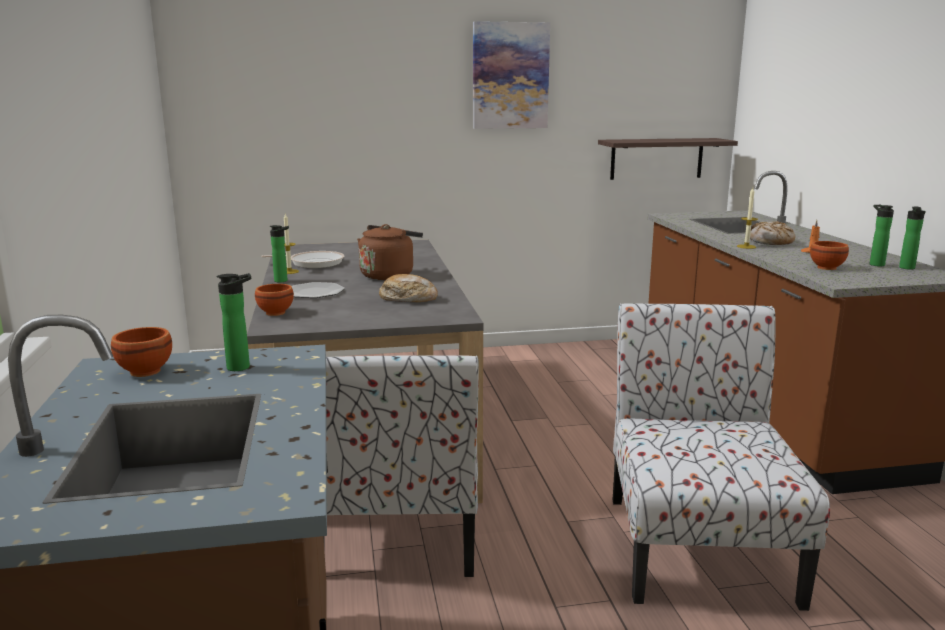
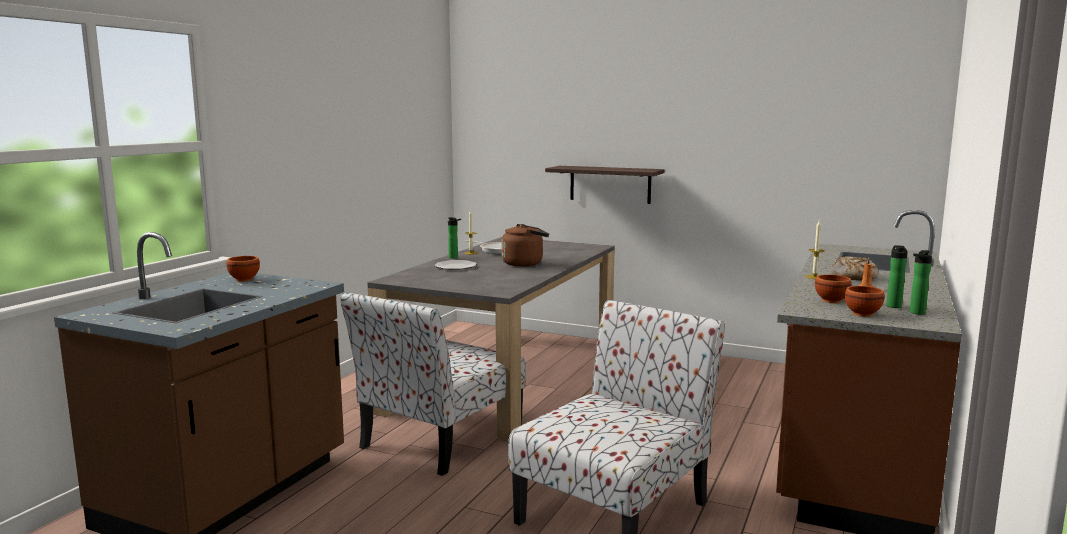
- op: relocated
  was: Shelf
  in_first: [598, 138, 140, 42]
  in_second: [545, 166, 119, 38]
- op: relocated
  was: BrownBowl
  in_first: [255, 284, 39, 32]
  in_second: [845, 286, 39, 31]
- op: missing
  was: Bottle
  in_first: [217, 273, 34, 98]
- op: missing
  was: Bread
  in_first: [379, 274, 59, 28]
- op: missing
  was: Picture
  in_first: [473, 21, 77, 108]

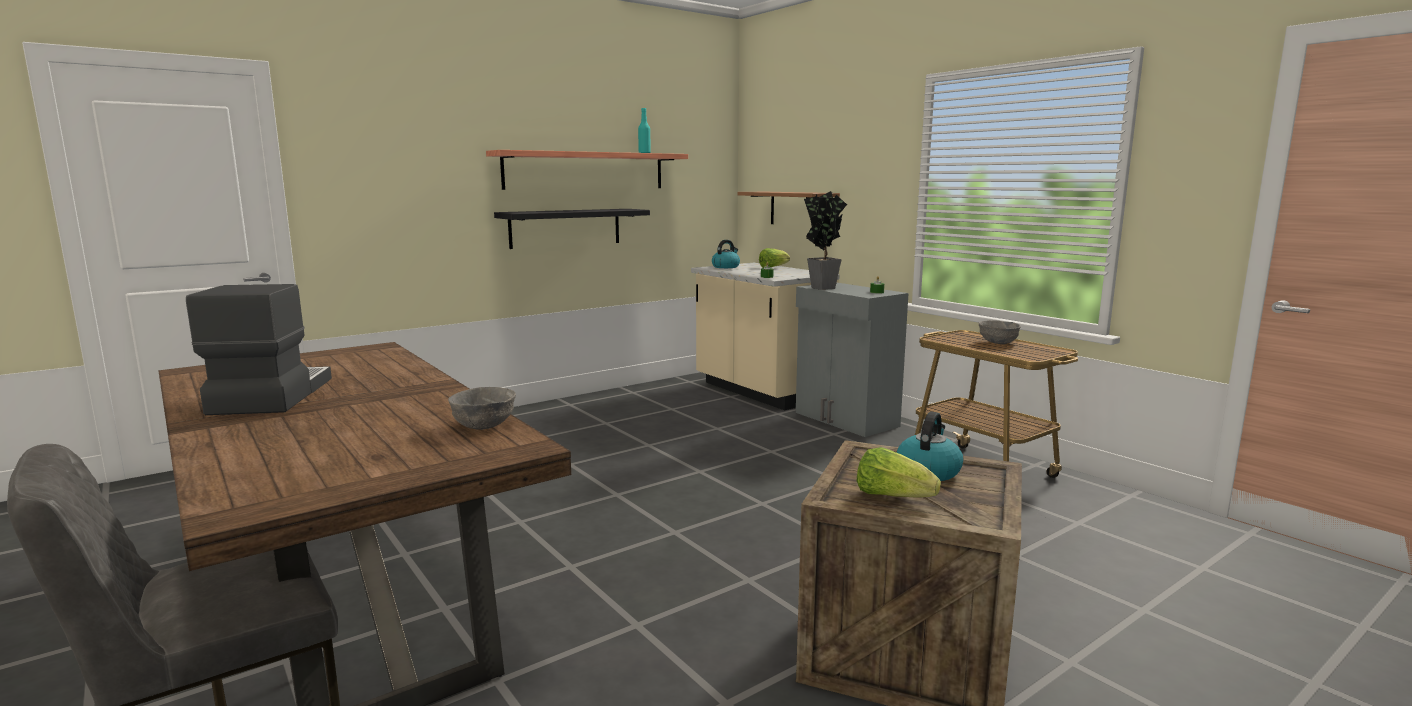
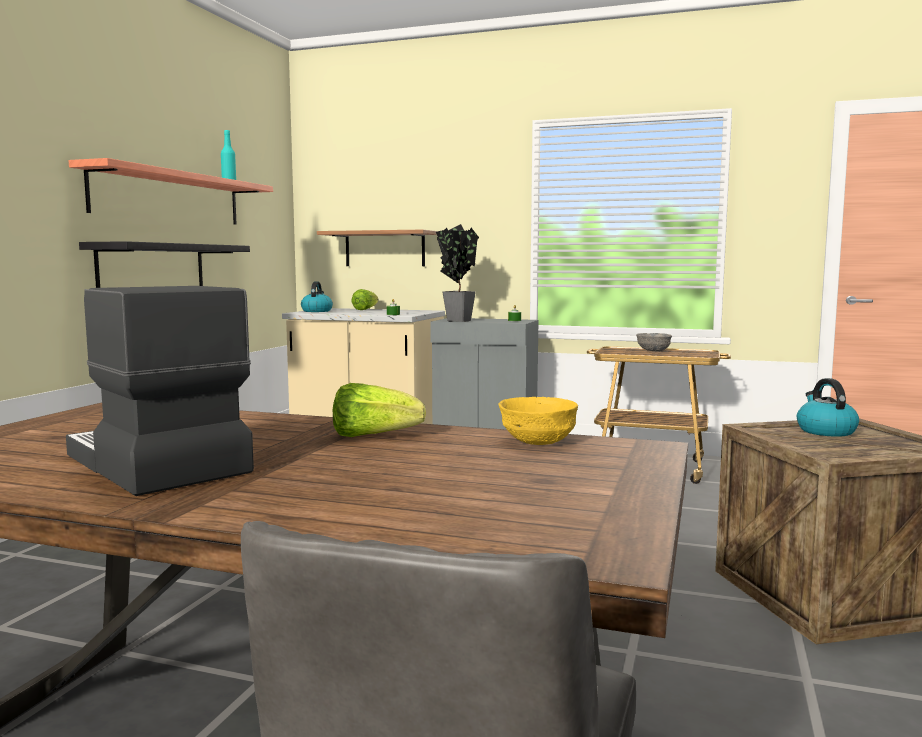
- op: relocated
  was: Lettuce
  in_first: [857, 447, 84, 51]
  in_second: [333, 383, 93, 54]
- op: colour
  was: GreyBowl
  now: YellowBowl
  in_first: [448, 387, 68, 43]
  in_second: [499, 397, 79, 48]

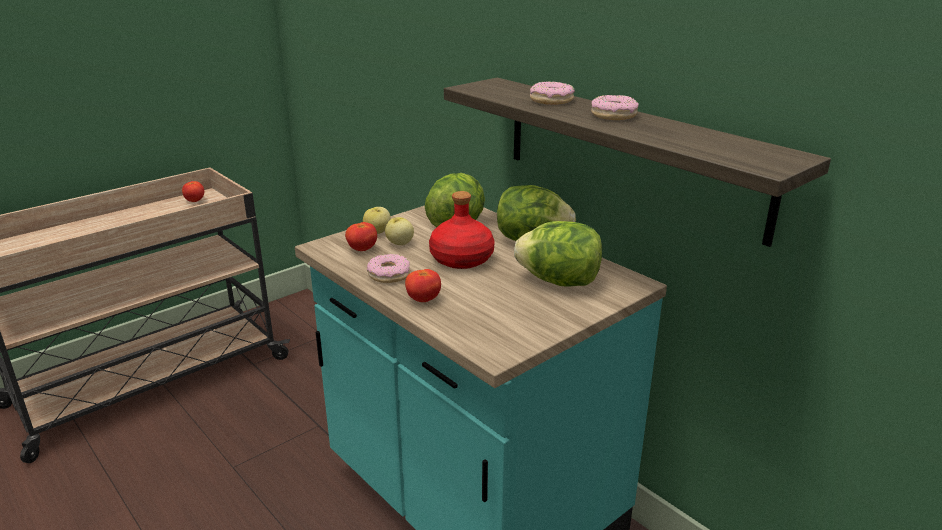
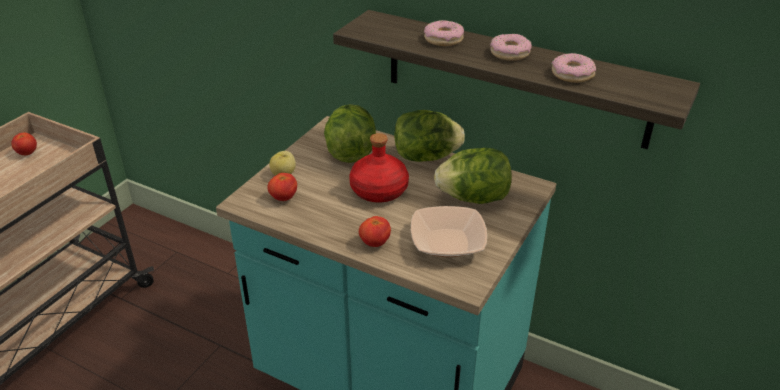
- op: appeared
  now: Bowl
  in_second: [411, 206, 76, 51]
- op: relocated
  was: Donut
  in_first: [367, 254, 43, 29]
  in_second: [551, 53, 45, 30]
- op: missing
  was: Apple
  in_first: [385, 217, 29, 28]

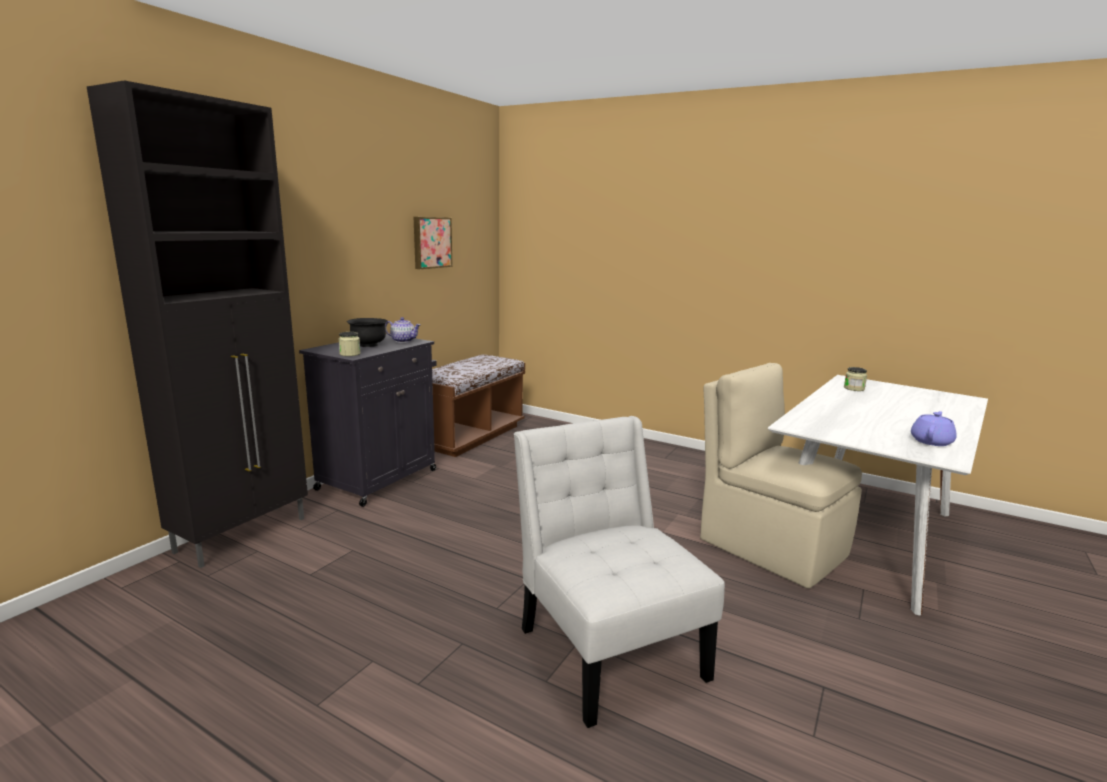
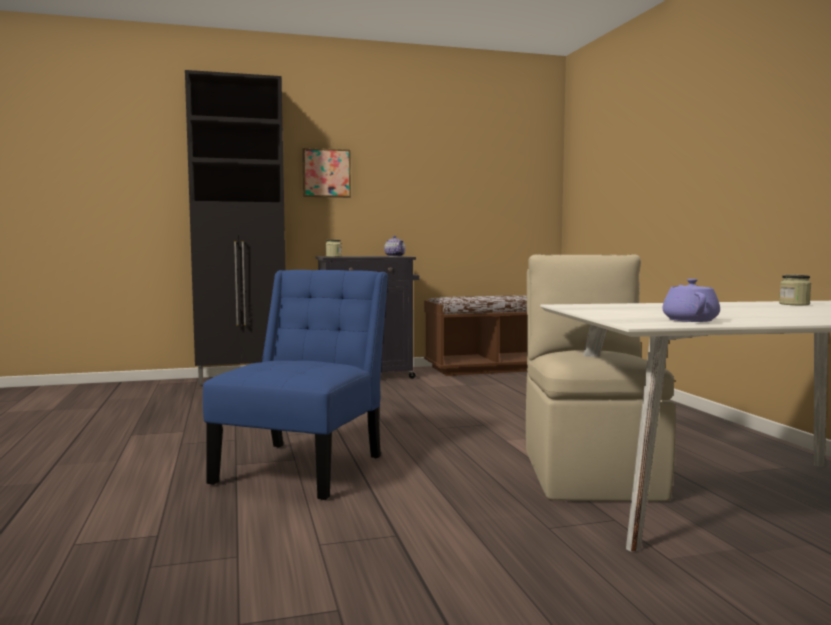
- op: colour
  was: WhiteChair
  now: BlueChair
  in_first: [514, 416, 211, 312]
  in_second: [203, 270, 185, 230]
- op: relocated
  was: Picture
  in_first: [414, 217, 38, 52]
  in_second: [302, 148, 49, 50]
- op: spun
  was: PurpleTeapot
  in_first: [911, 411, 46, 35]
  in_second: [663, 279, 57, 43]
  clockwise: -75
- op: missing
  was: BlackBowl
  in_first: [347, 318, 41, 29]

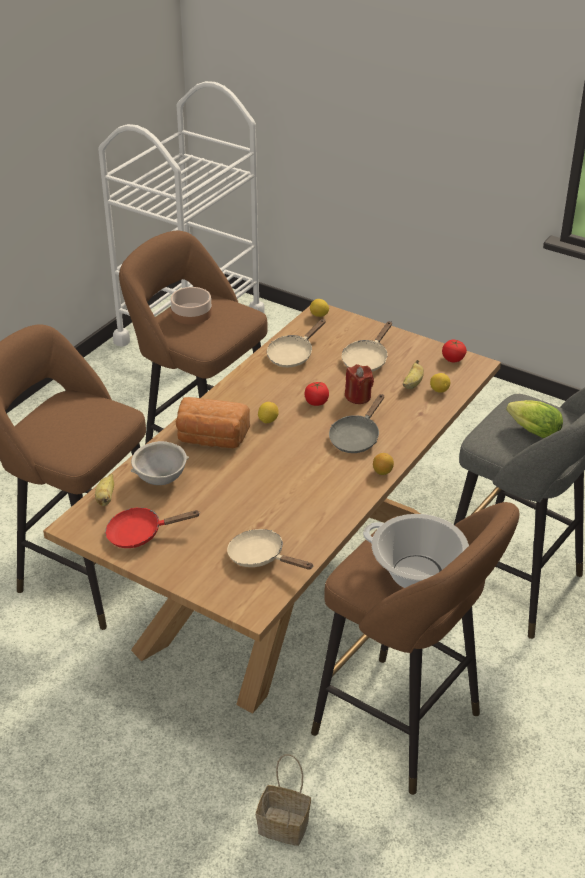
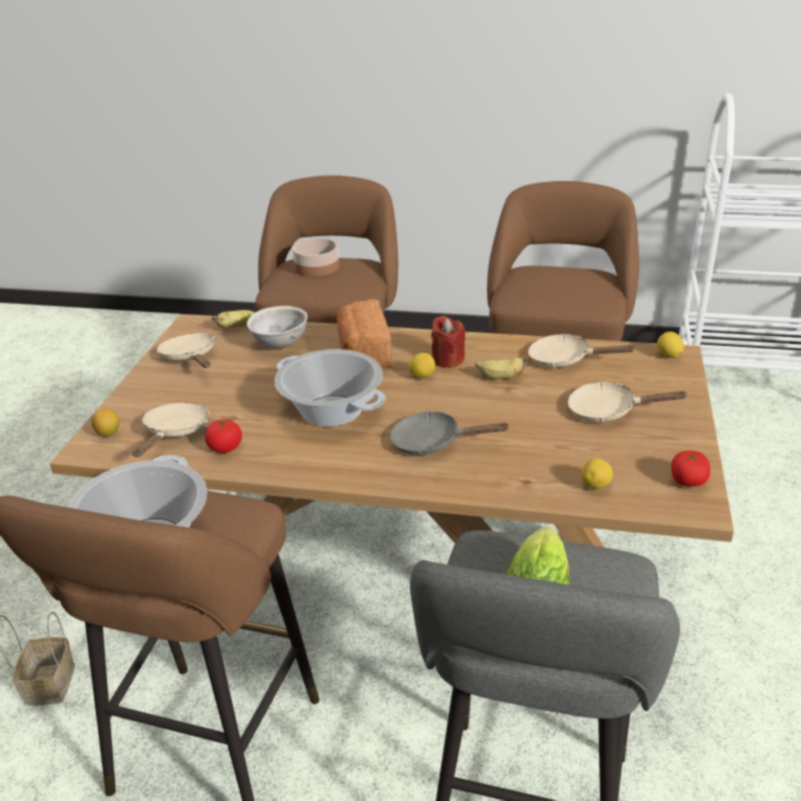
- op: relocated
  was: Lemon
  in_first: [373, 453, 21, 22]
  in_second: [92, 408, 27, 29]
- op: colour
  was: RedFryingPan
  now: BeigeFryingPan
  in_first: [105, 507, 96, 41]
  in_second: [157, 333, 58, 35]
- op: relocated
  was: Tomato
  in_first: [305, 382, 24, 24]
  in_second: [205, 419, 37, 34]
- op: appeared
  now: CookingPot
  in_second: [274, 349, 111, 78]
- op: relocated
  was: Bowl
  in_first: [171, 287, 41, 37]
  in_second: [292, 238, 48, 38]
- op: relocated
  was: RedCandle
  in_first: [345, 364, 29, 40]
  in_second: [431, 316, 34, 52]
- op: relocated
  was: Banana
  in_first: [403, 360, 21, 29]
  in_second: [475, 357, 53, 23]

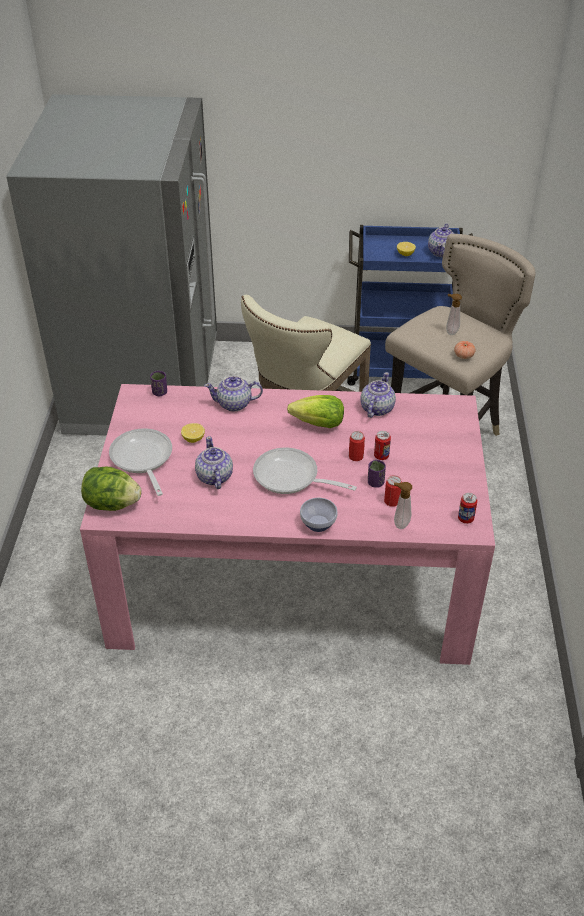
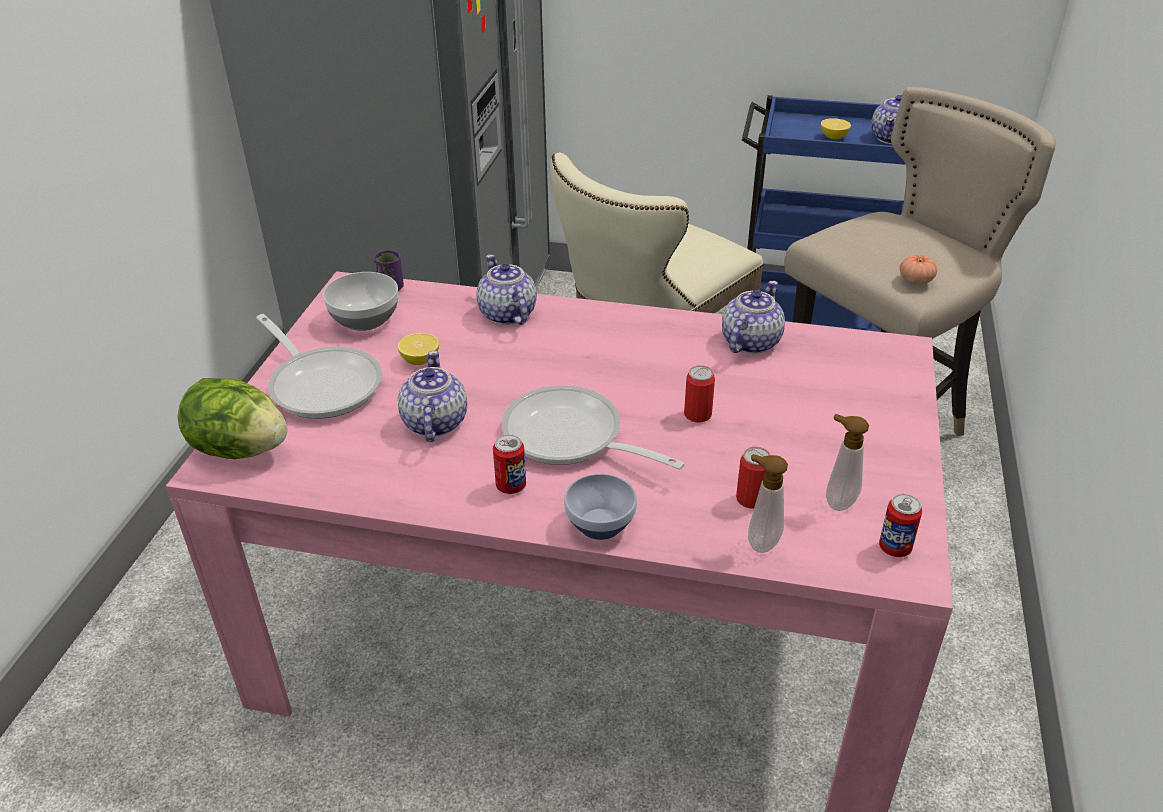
- op: spun
  was: FryingPan
  in_first: [109, 428, 63, 68]
  in_second: [256, 314, 126, 105]
  clockwise: 150
- op: appeared
  now: Bowl
  in_second: [323, 272, 75, 59]
- op: spun
  was: Teapot
  in_first: [204, 376, 59, 36]
  in_second: [476, 254, 61, 71]
  clockwise: 60
- op: relocated
  was: Can
  in_first: [374, 431, 17, 29]
  in_second: [493, 435, 33, 59]
- op: relocated
  was: SoapDispenser
  in_first: [446, 294, 16, 41]
  in_second: [826, 414, 43, 97]
- op: missing
  was: Lettuce
  in_first: [287, 395, 57, 33]
- op: missing
  was: PurpleCup
  in_first: [368, 460, 18, 28]

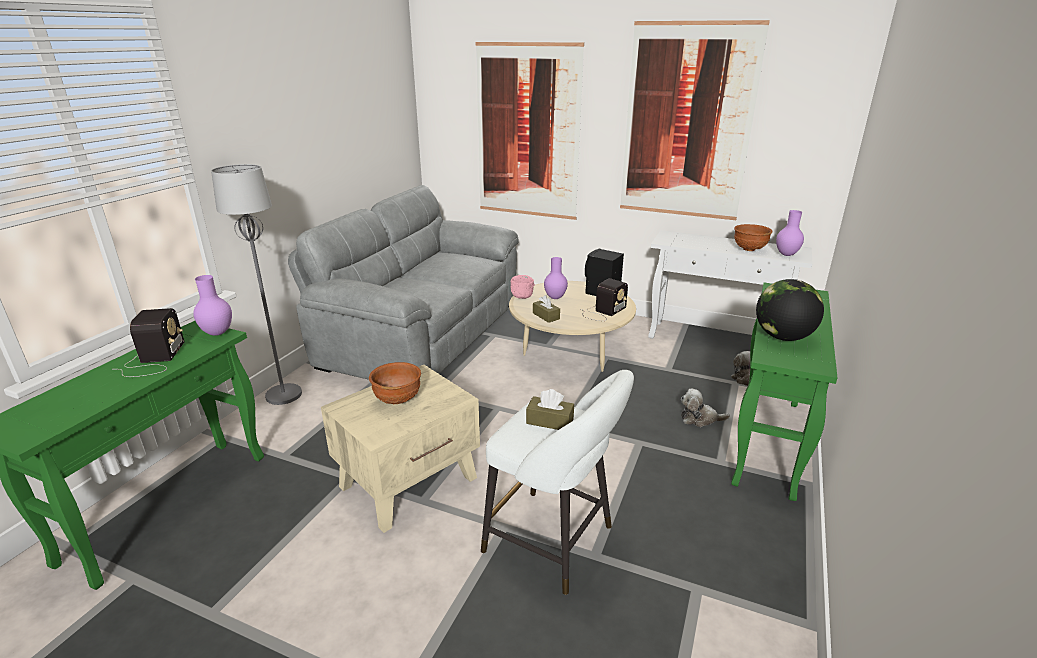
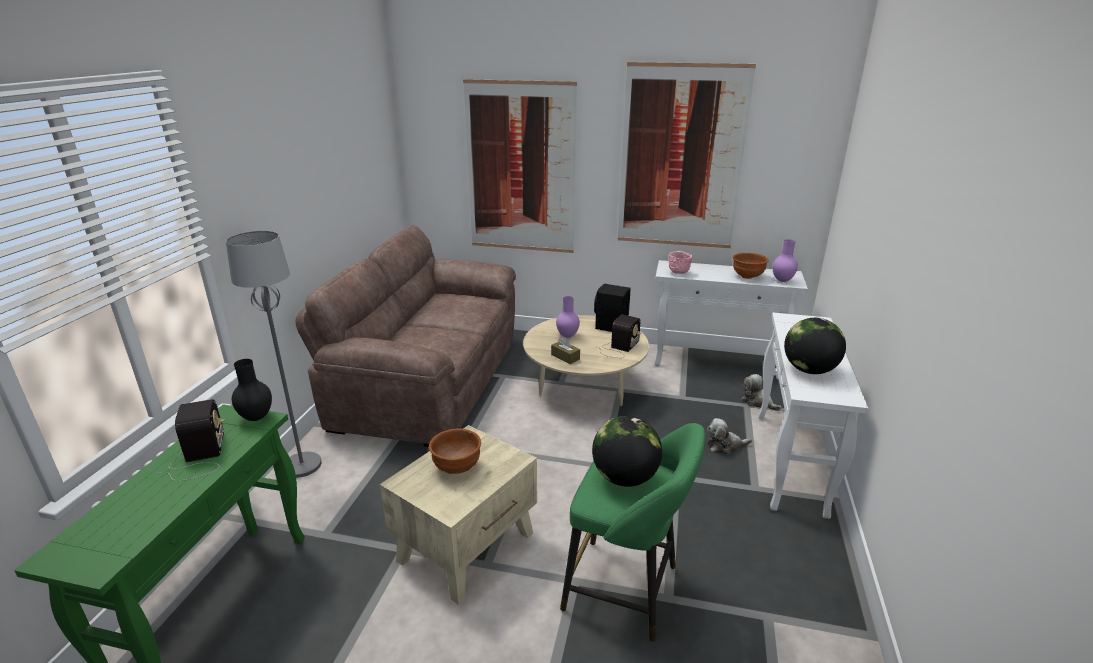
- op: colour
  was: PurpleVase
  now: BlackVase
  in_first: [193, 275, 39, 61]
  in_second: [232, 359, 40, 62]
- op: colour
  was: GreySofa
  now: BrownSofa
  in_first: [288, 185, 231, 195]
  in_second: [296, 225, 220, 222]
- op: colour
  was: WhiteStool
  now: GreenStool
  in_first: [481, 370, 153, 225]
  in_second: [560, 423, 145, 219]
- op: exchanged
  was: BrownTissueBox
  now: Globe
  in_first: [526, 389, 48, 41]
  in_second: [592, 416, 70, 71]
- op: relocated
  was: PinkBowl
  in_first: [511, 275, 24, 24]
  in_second: [669, 251, 23, 23]
- op: colour
  was: GreenConsoleTable
  now: WhiteConsoleTable
  in_first: [731, 282, 107, 219]
  in_second: [759, 312, 109, 207]

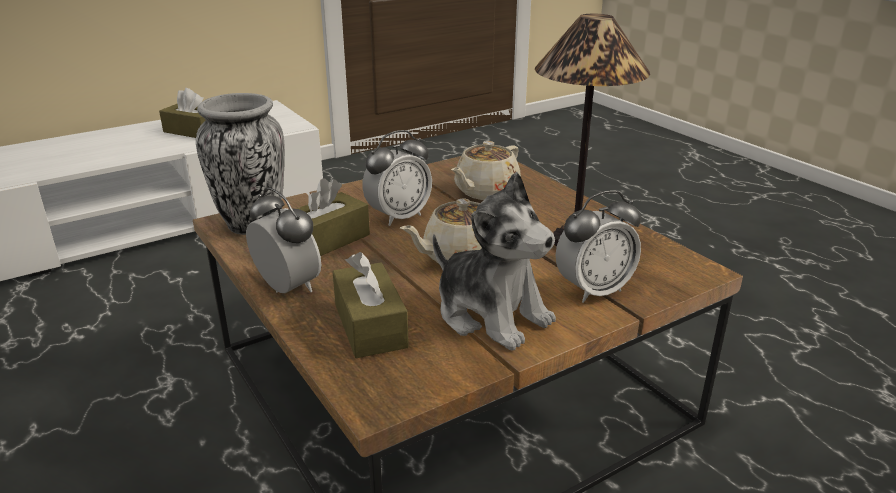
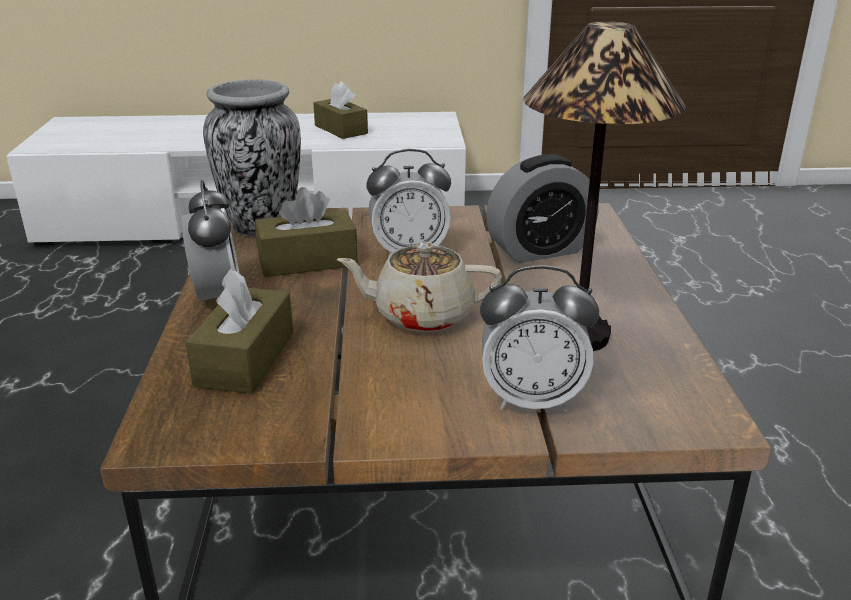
- op: exchanged
  was: BeigeTeapot
  now: AlarmClock
  in_first: [451, 141, 70, 59]
  in_second: [486, 154, 113, 109]
- op: missing
  was: PlushToy
  in_first: [433, 172, 123, 178]

